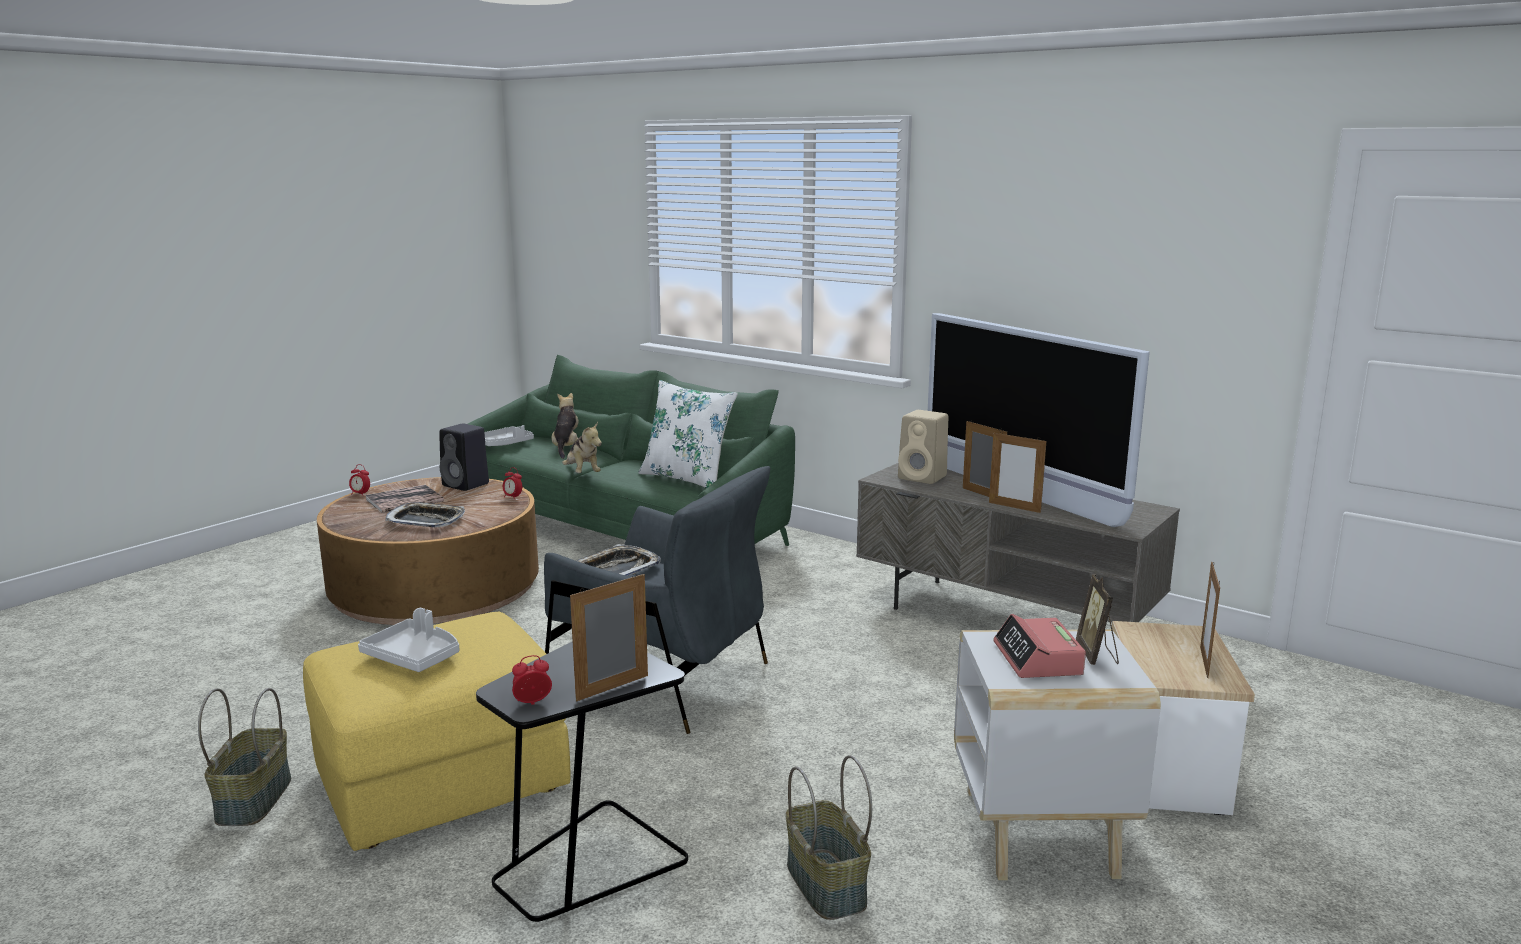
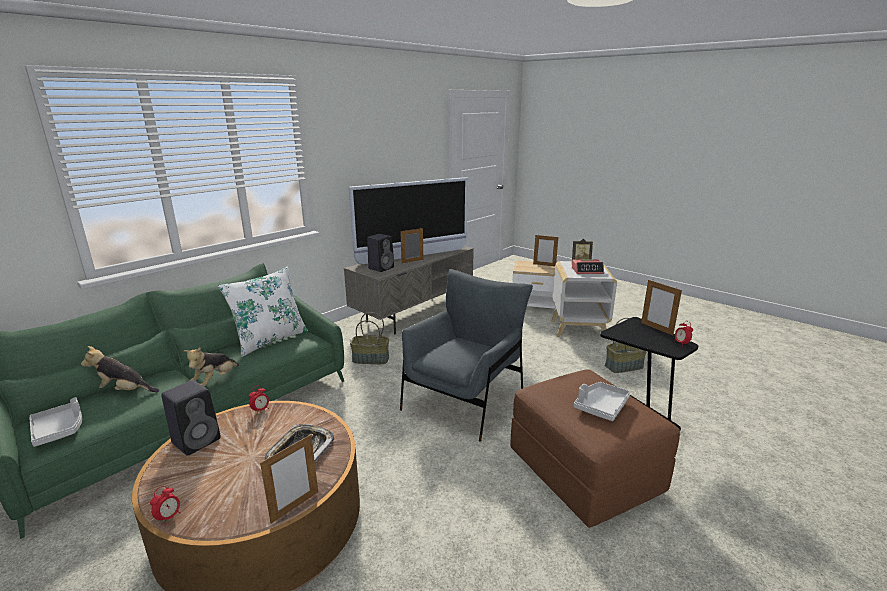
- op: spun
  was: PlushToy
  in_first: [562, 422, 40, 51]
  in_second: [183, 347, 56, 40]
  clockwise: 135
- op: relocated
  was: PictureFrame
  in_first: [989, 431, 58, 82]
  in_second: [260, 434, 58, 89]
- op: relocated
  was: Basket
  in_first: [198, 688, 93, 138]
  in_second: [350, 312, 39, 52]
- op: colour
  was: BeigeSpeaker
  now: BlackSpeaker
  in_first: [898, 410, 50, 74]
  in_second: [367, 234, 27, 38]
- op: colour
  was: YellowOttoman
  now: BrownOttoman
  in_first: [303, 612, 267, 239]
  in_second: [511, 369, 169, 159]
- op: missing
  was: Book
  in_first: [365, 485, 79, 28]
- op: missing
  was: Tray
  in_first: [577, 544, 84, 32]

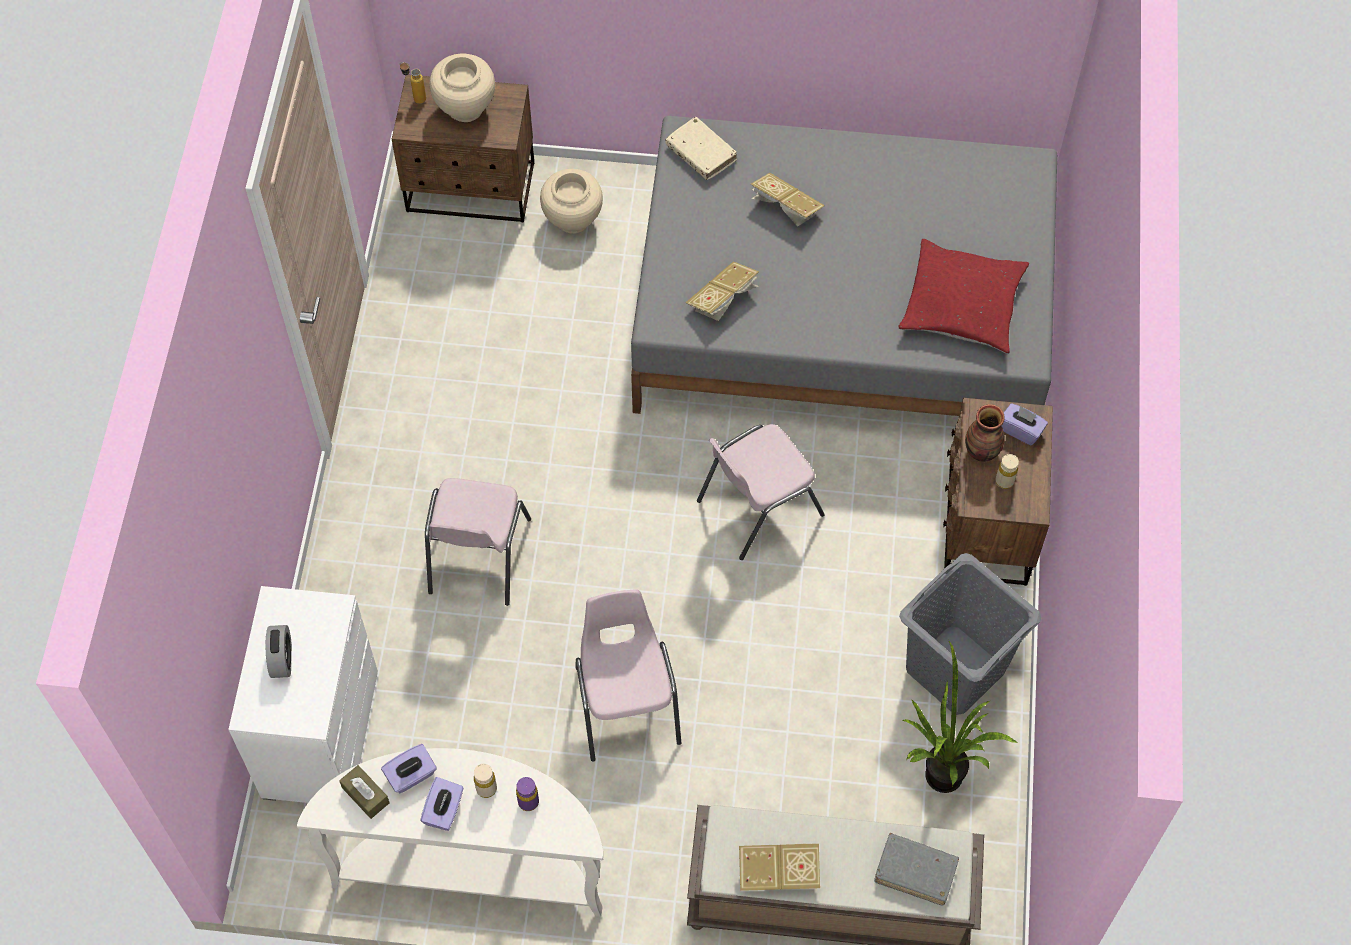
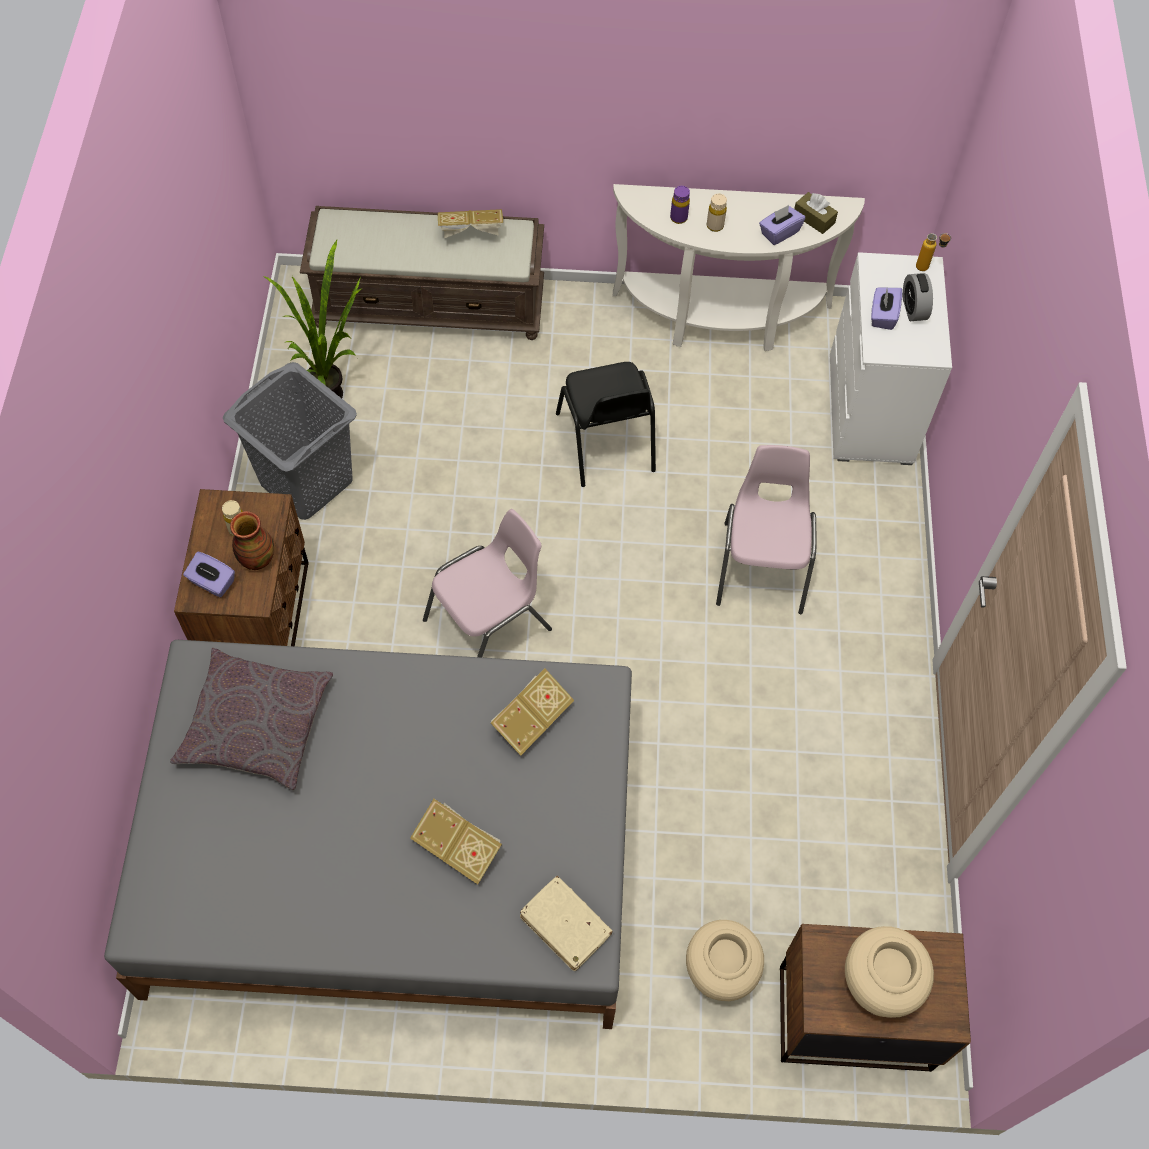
- op: colour
  was: RedPillow
  now: GreyPillow
  in_first: [898, 239, 131, 115]
  in_second: [170, 648, 163, 142]
- op: colour
  was: PinkChair
  now: BlackChair
  in_first: [575, 589, 106, 173]
  in_second: [556, 362, 100, 125]
- op: relocated
  was: PurpleTissueBox
  in_first: [420, 777, 44, 54]
  in_second: [871, 288, 31, 42]
- op: relocated
  was: Bottle
  in_first: [400, 62, 26, 42]
  in_second: [916, 233, 35, 38]
- op: missing
  was: GreyBook
  in_first: [874, 833, 85, 73]

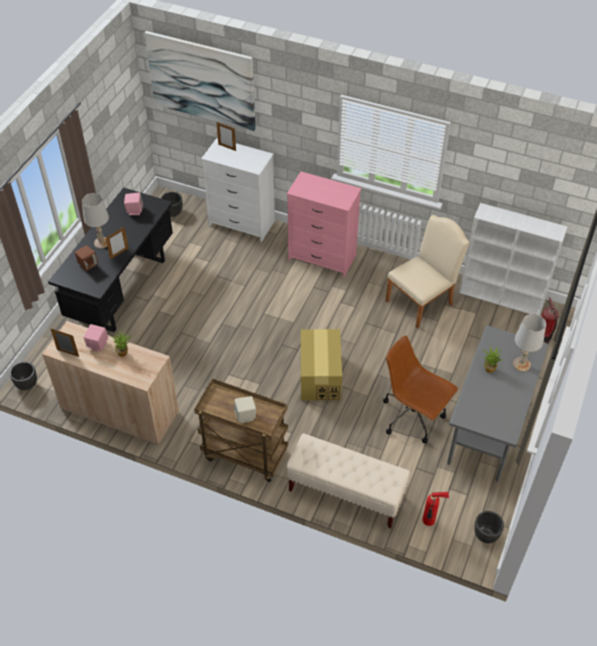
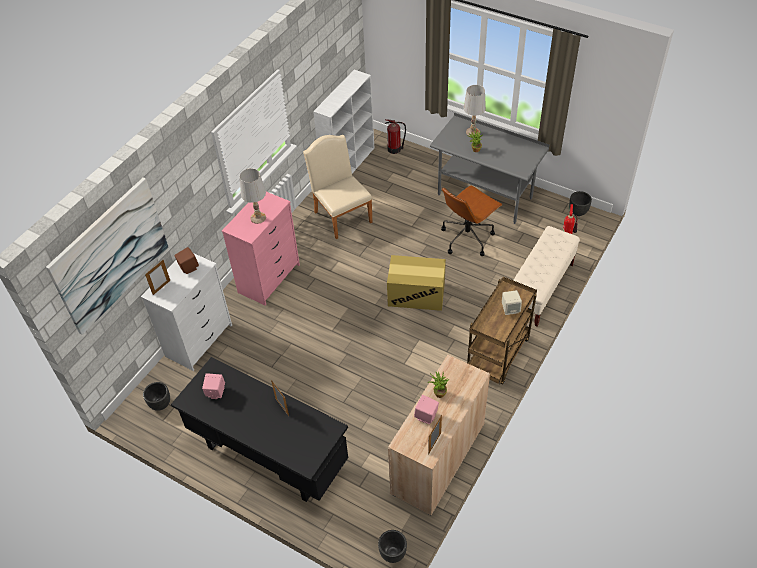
- op: relocated
  was: BrownSpeaker
  in_first: [75, 245, 23, 26]
  in_second: [174, 247, 25, 27]
- op: relocated
  was: WhiteTableLamp
  in_first: [82, 193, 27, 55]
  in_second: [239, 168, 27, 56]

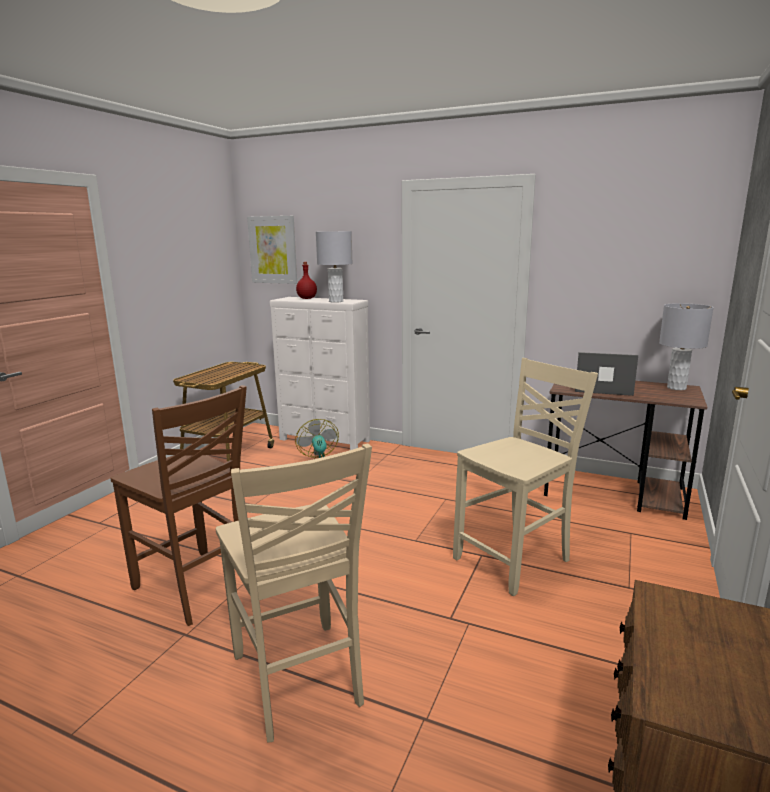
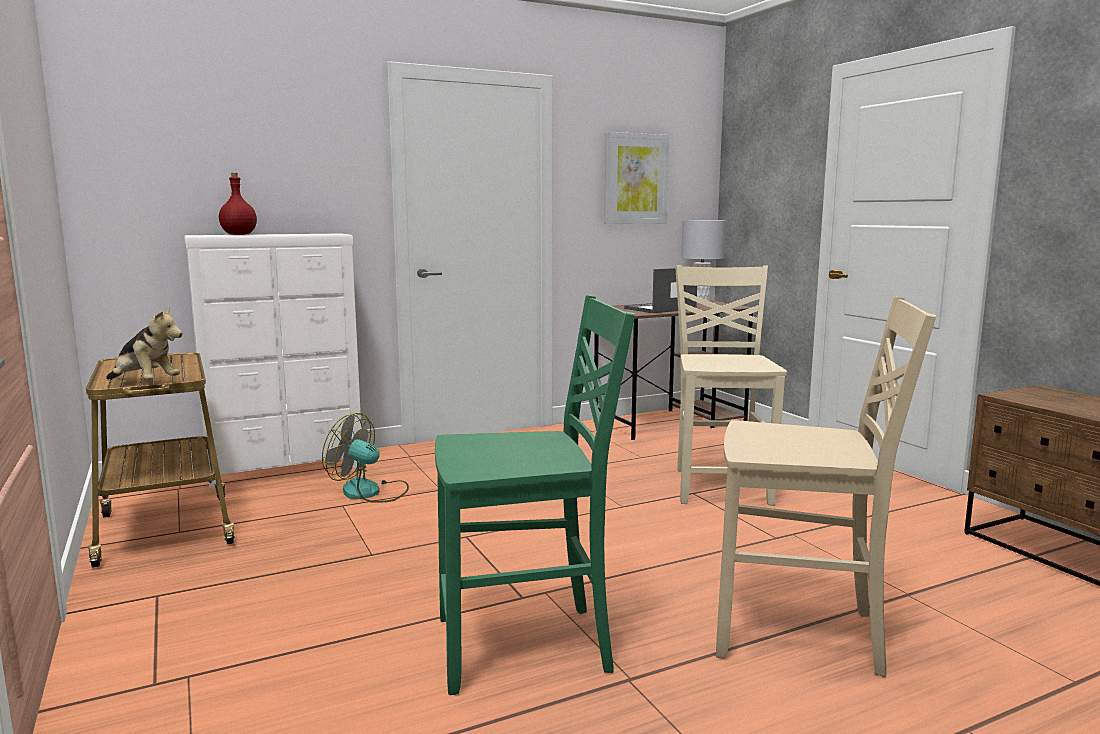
- op: appeared
  now: PlushToy
  in_second: [106, 306, 77, 73]
- op: colour
  was: BrownChair
  now: GreenChair
  in_first: [111, 385, 136, 241]
  in_second: [435, 295, 200, 400]
- op: relocated
  was: Picture
  in_first: [247, 216, 50, 68]
  in_second: [604, 132, 65, 92]
- op: missing
  was: GreyTableLamp
  in_first: [316, 231, 37, 72]

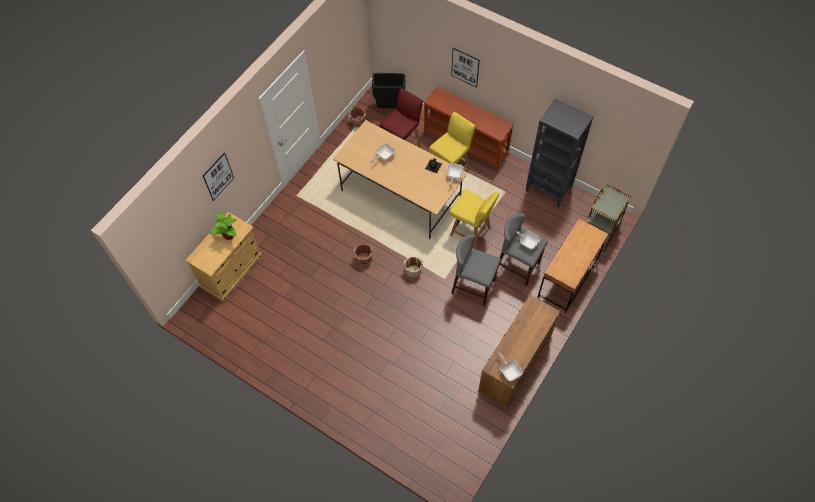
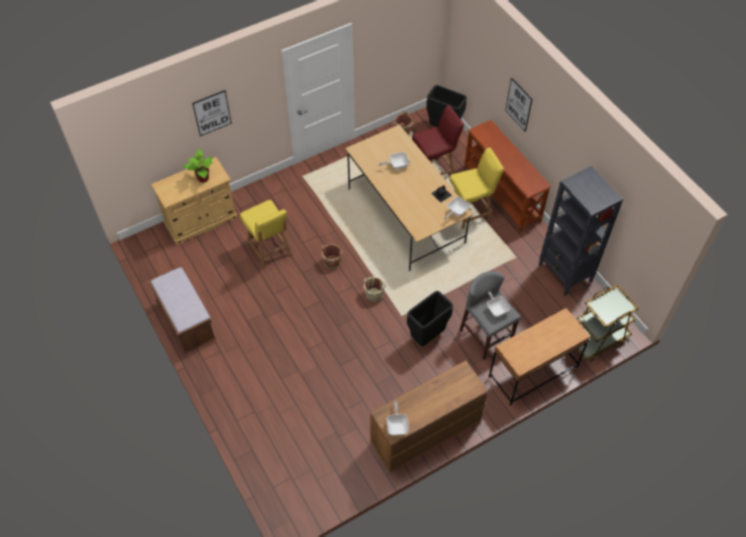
- op: appeared
  now: BrownBench
  in_second: [149, 266, 67, 88]
- op: relocated
  was: YellowChair
  in_first: [449, 189, 50, 60]
  in_second: [240, 200, 52, 69]
- op: exchanged
  was: GreyStool
  now: BlackTrashCan
  in_first: [452, 234, 49, 71]
  in_second: [407, 291, 46, 56]

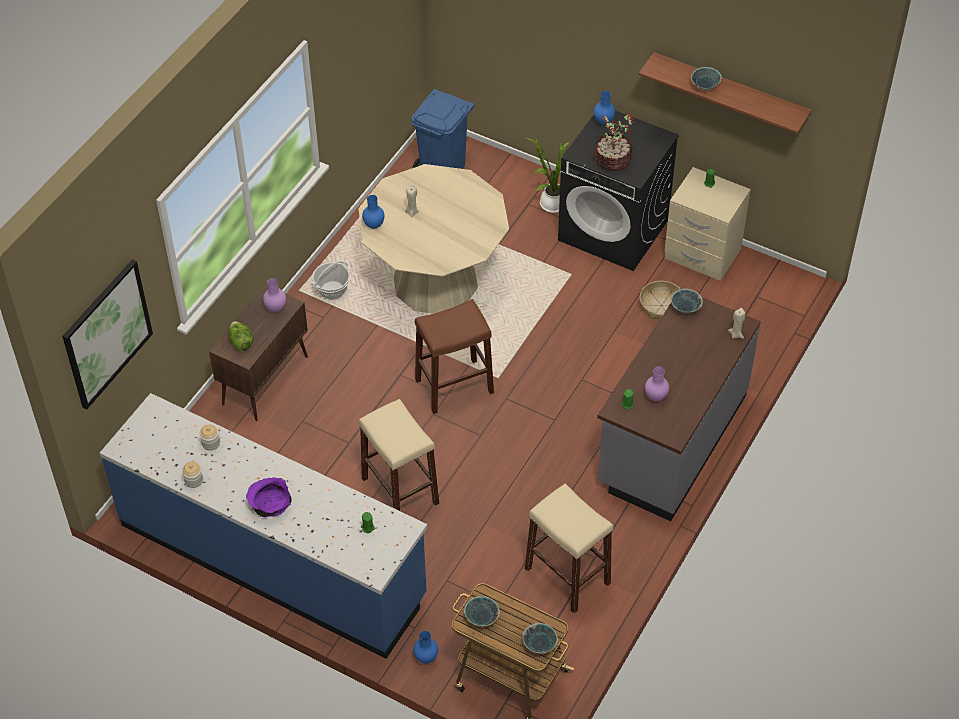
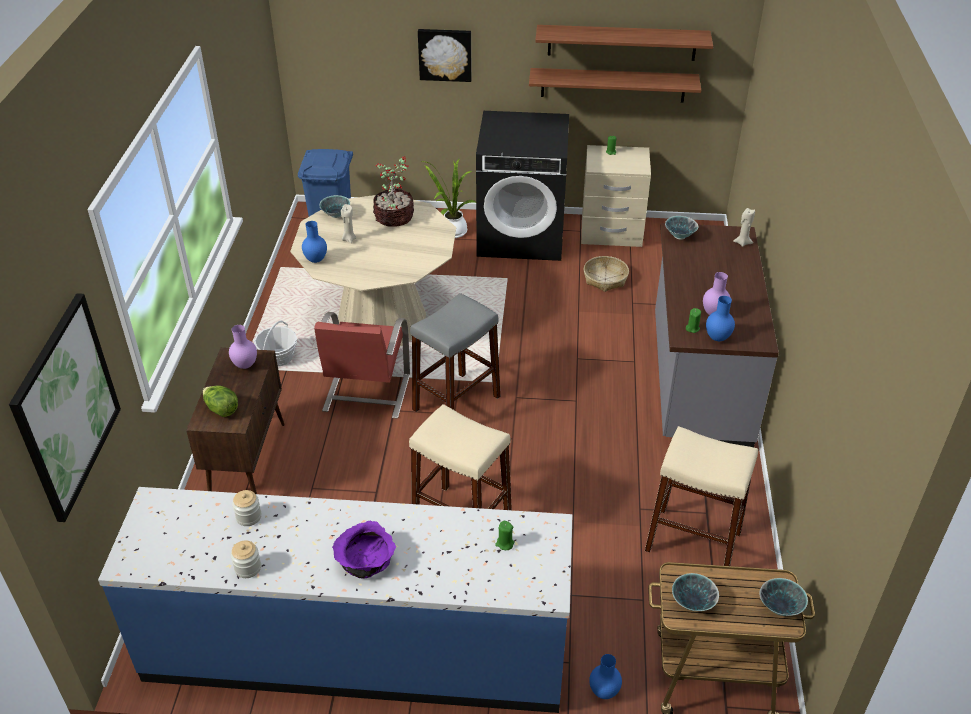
- op: appeared
  now: RedChair
  in_second: [312, 312, 98, 107]
- op: relocated
  was: Bowl
  in_first: [691, 67, 30, 24]
  in_second: [319, 195, 31, 23]
- op: relocated
  was: PottedPlant
  in_first: [594, 114, 40, 57]
  in_second: [373, 156, 41, 71]
- op: colour
  was: BrownStool
  now: GreyStool
  in_first: [415, 299, 79, 115]
  in_second: [410, 293, 90, 119]
- op: appeared
  now: Picture
  in_second: [418, 29, 54, 53]
- op: appeared
  now: Shelf
  in_second: [529, 68, 172, 34]
- op: relocated
  was: BlueVase
  in_first: [594, 91, 21, 34]
  in_second: [706, 296, 29, 45]

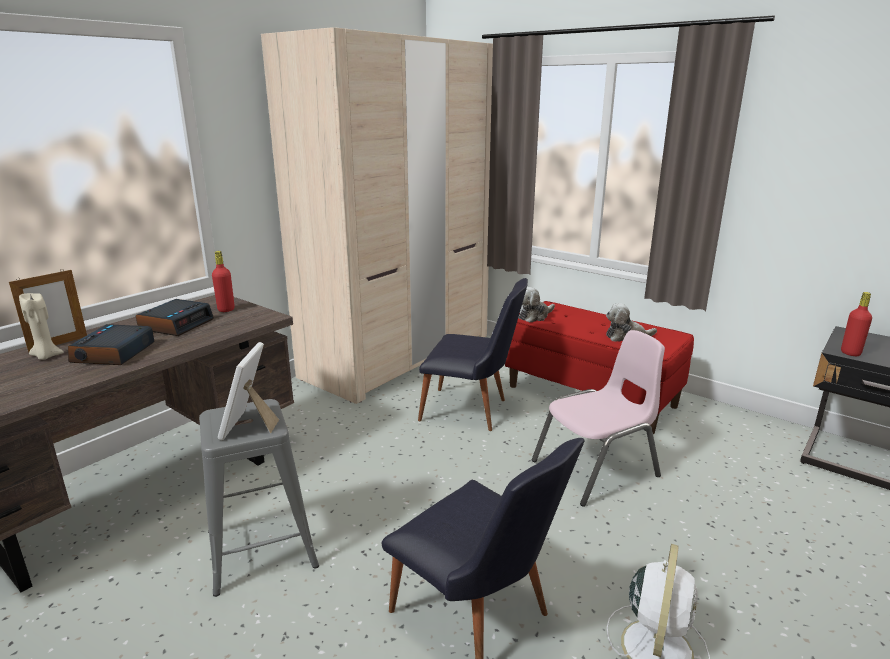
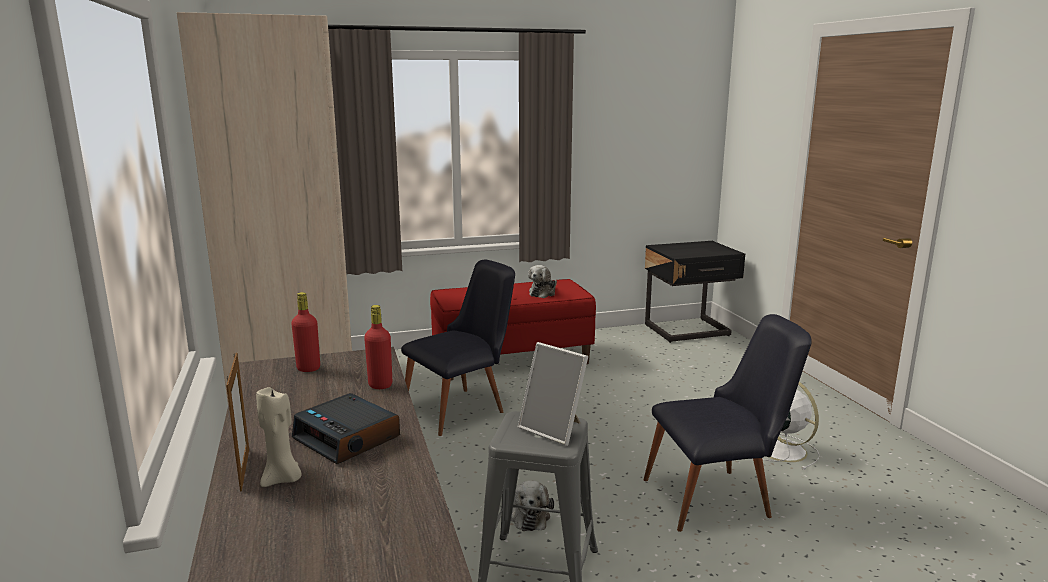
- op: relocated
  was: RedBottle
  in_first: [841, 292, 31, 64]
  in_second: [364, 305, 28, 84]
- op: relocated
  was: PlushToy
  in_first: [518, 287, 37, 36]
  in_second: [511, 480, 43, 51]
- op: missing
  was: AlarmClock
  in_first: [136, 299, 78, 37]
- op: missing
  was: PinkChair
  in_first: [532, 330, 133, 177]

